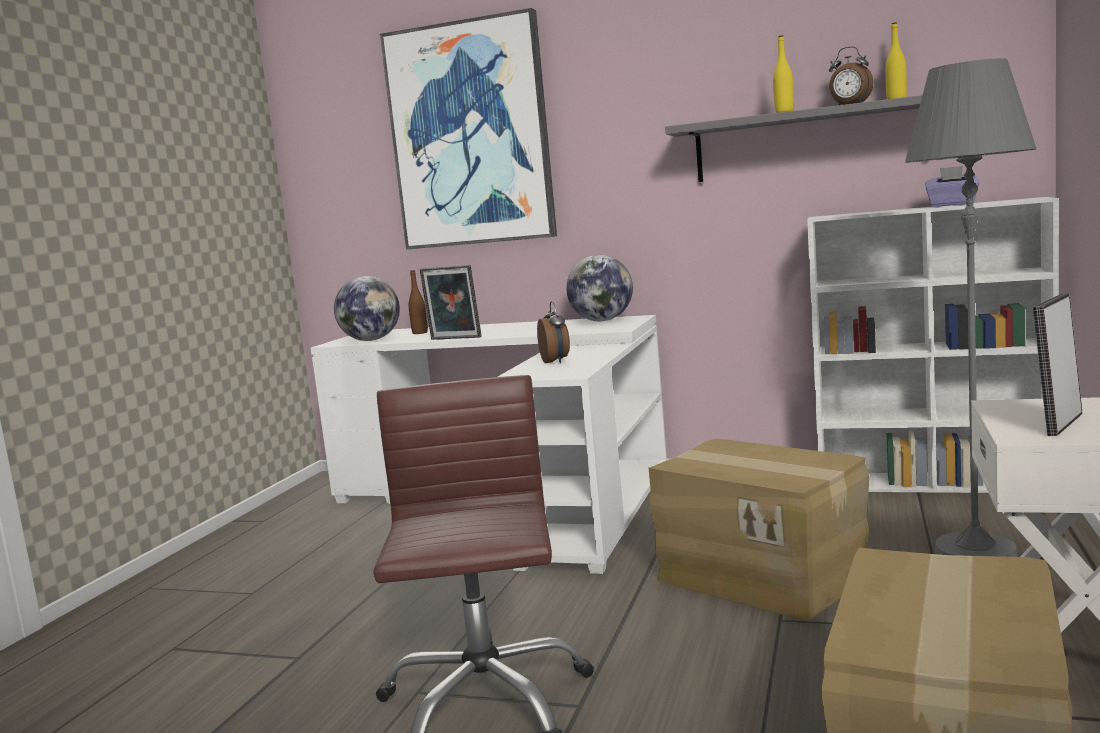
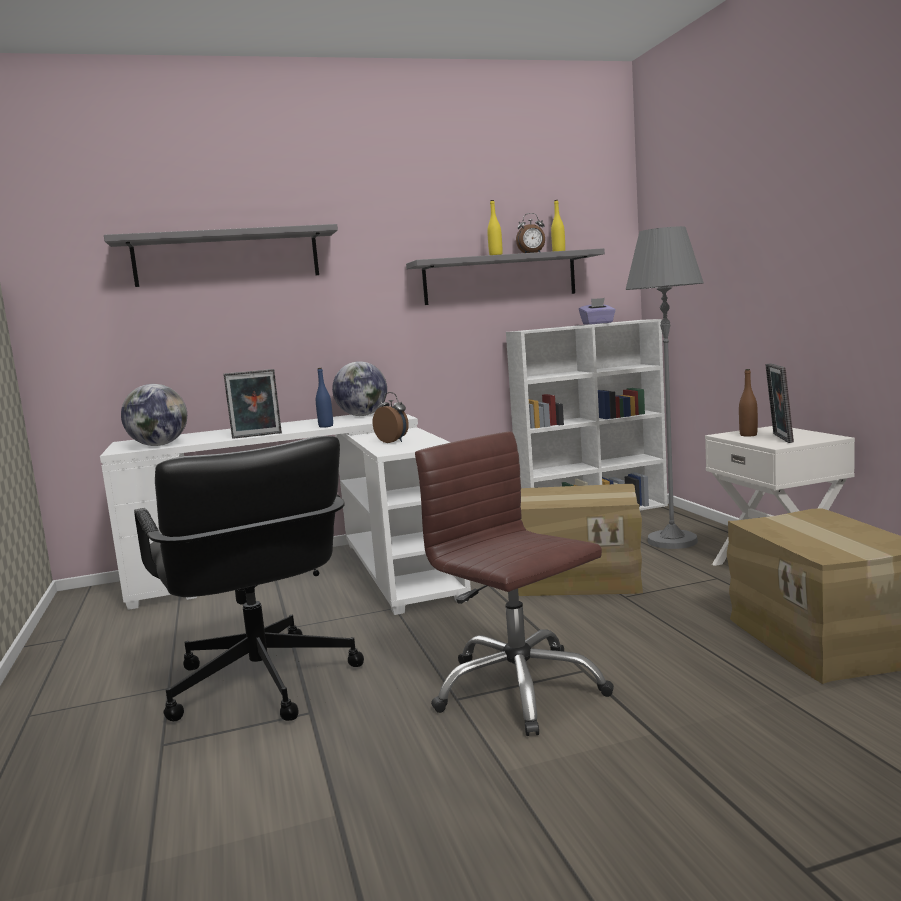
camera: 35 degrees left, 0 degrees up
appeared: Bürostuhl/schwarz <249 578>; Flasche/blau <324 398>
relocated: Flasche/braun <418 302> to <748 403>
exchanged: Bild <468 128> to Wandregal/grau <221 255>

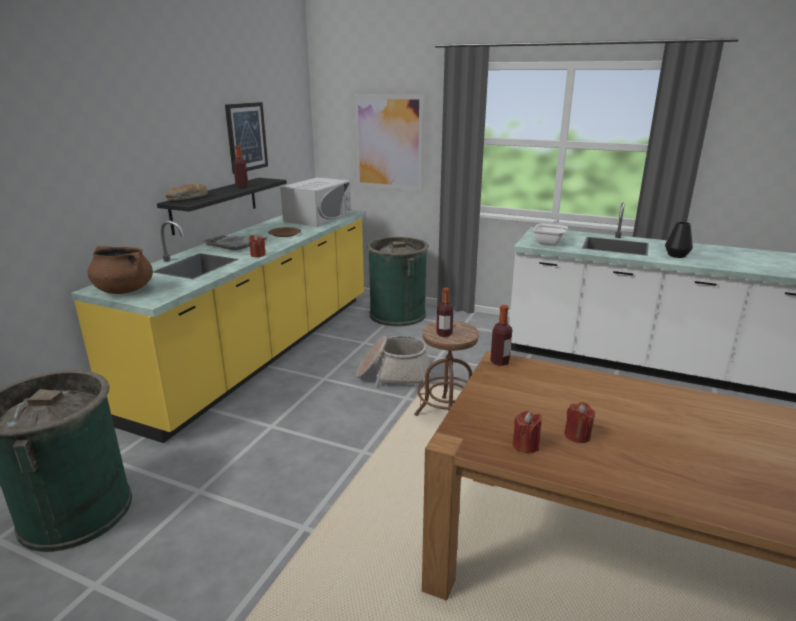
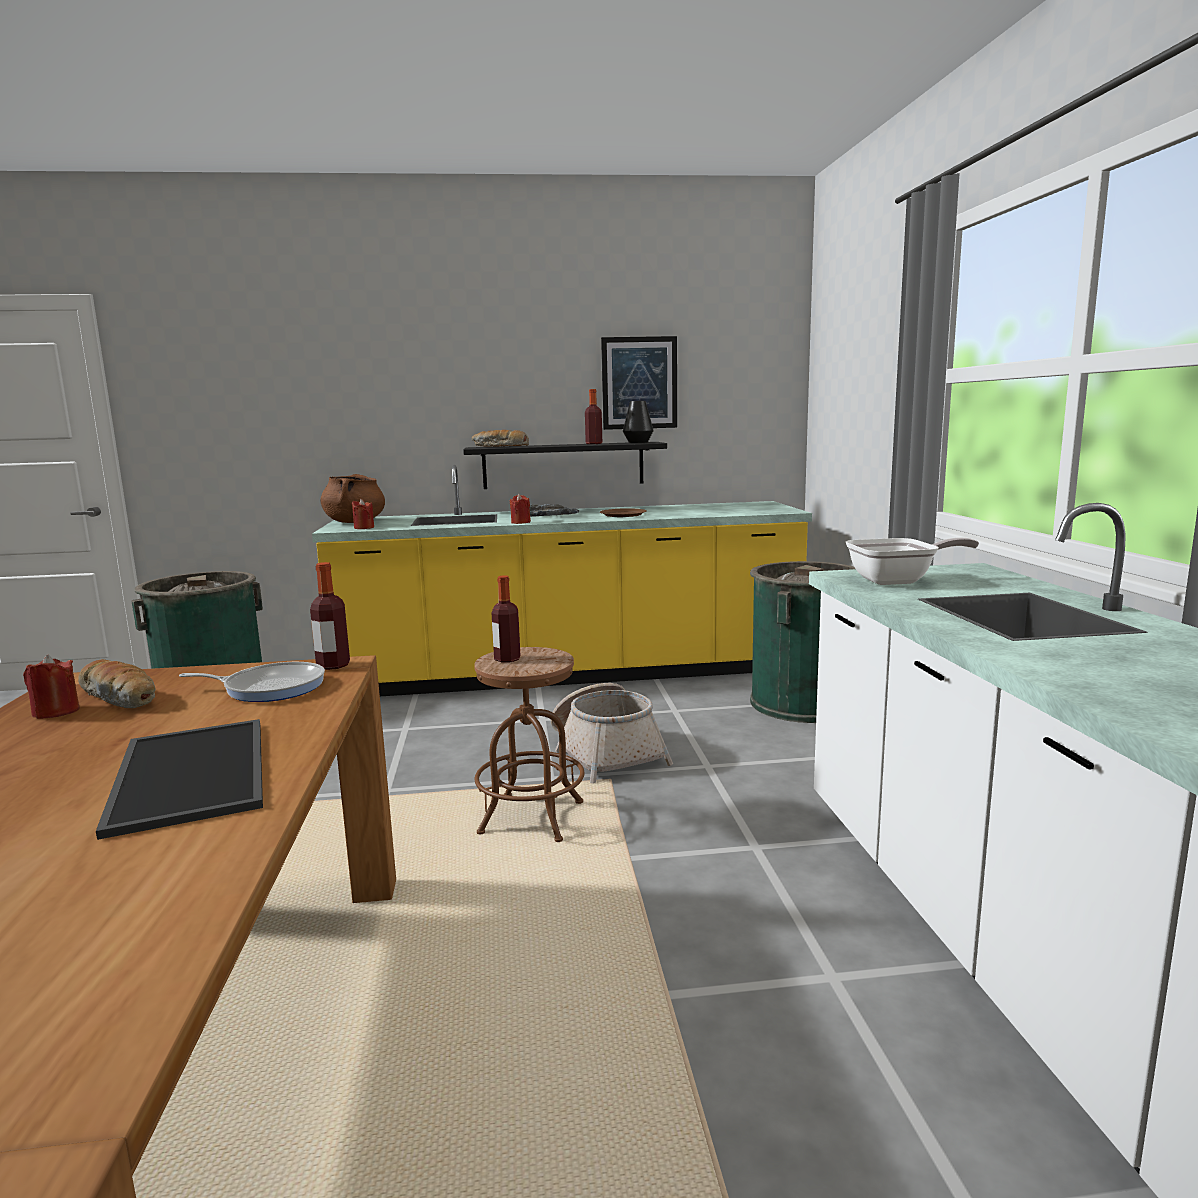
camera: 60 degrees right, 10 degrees down
missing: Mikrowelle/weiß <315 202>; Bild <389 142>
appeared: Brot <117 683>; Tablett <179 779>; Pfanne <252 682>
relocated: Kerze/rot <580 422> to <363 514>; Vase/schwarz <679 240> to <638 422>

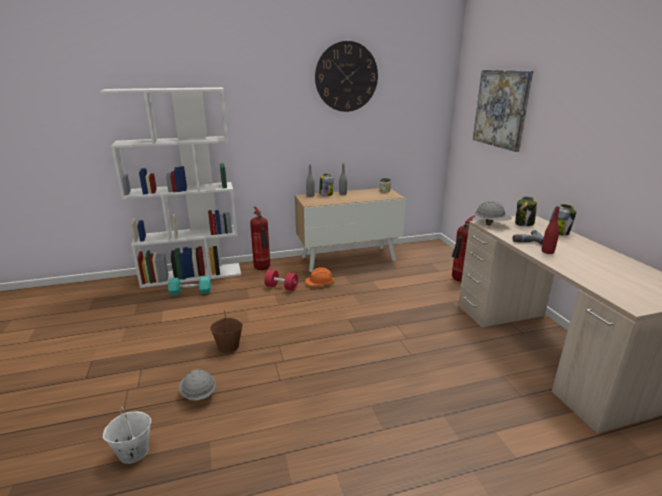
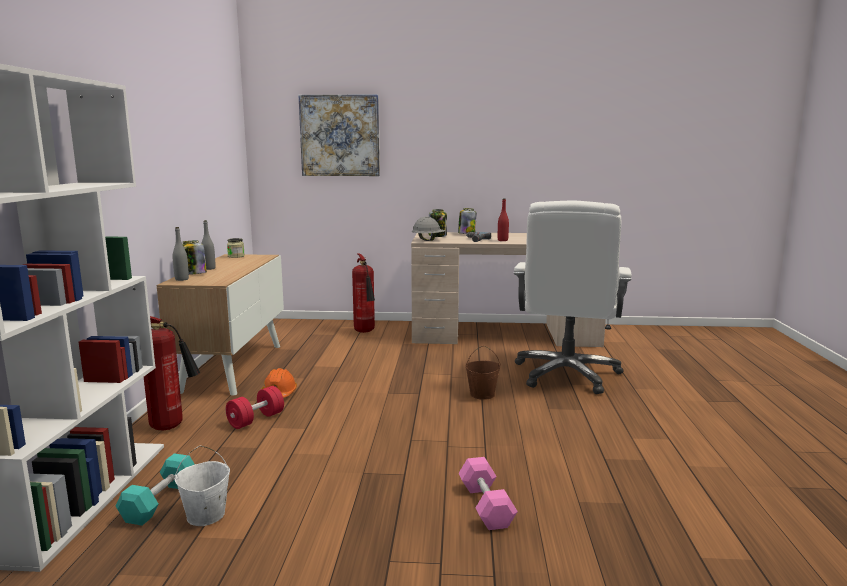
camera: 70 degrees left, 10 degrees down
missing: Wanduhr <346 76>
appeared: Bürostuhl/weiß <573 297>
relocated: Eimer/weiß <127 435> to <202 486>; Eimer/braun <226 331> to <483 373>
exchanged: Schutzhelm/grau <197 385> to Hantel/rosa <488 493>

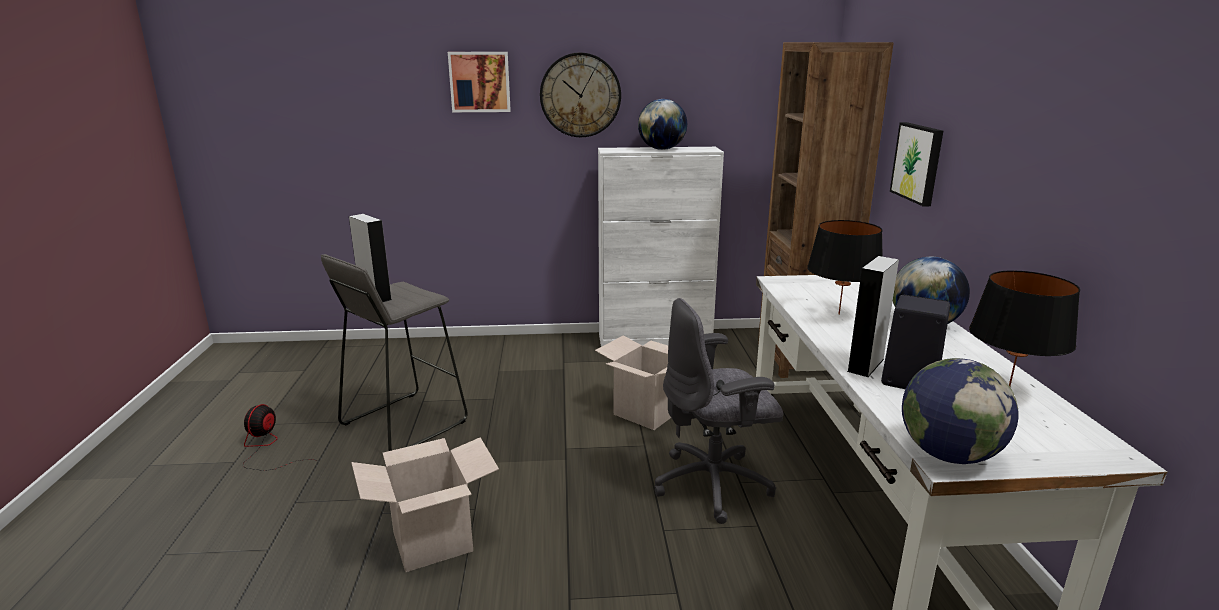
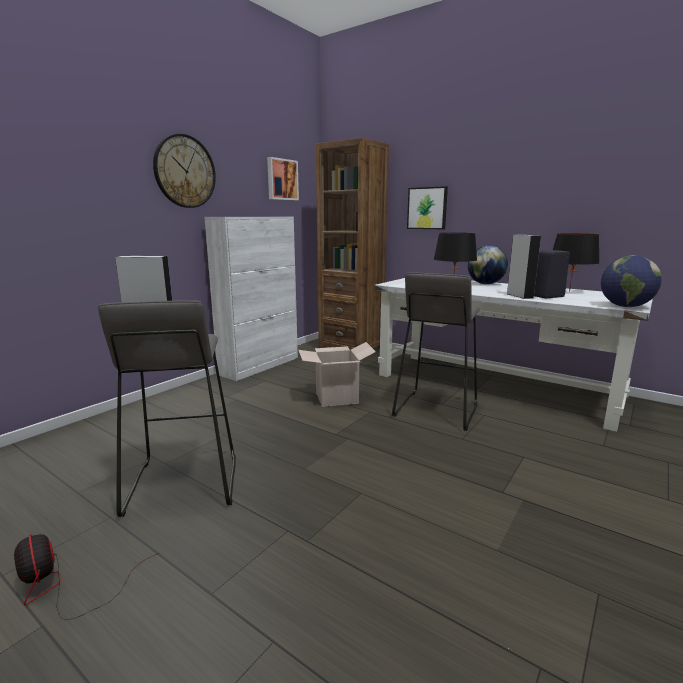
camera: 50 degrees left, 5 degrees down
missing: Karton <425 504>; Globus <662 124>
relocated: Bild <479 82> to <283 178>
exchanged: Bürostuhl/grau <718 411> to Hocker/grau <436 351>

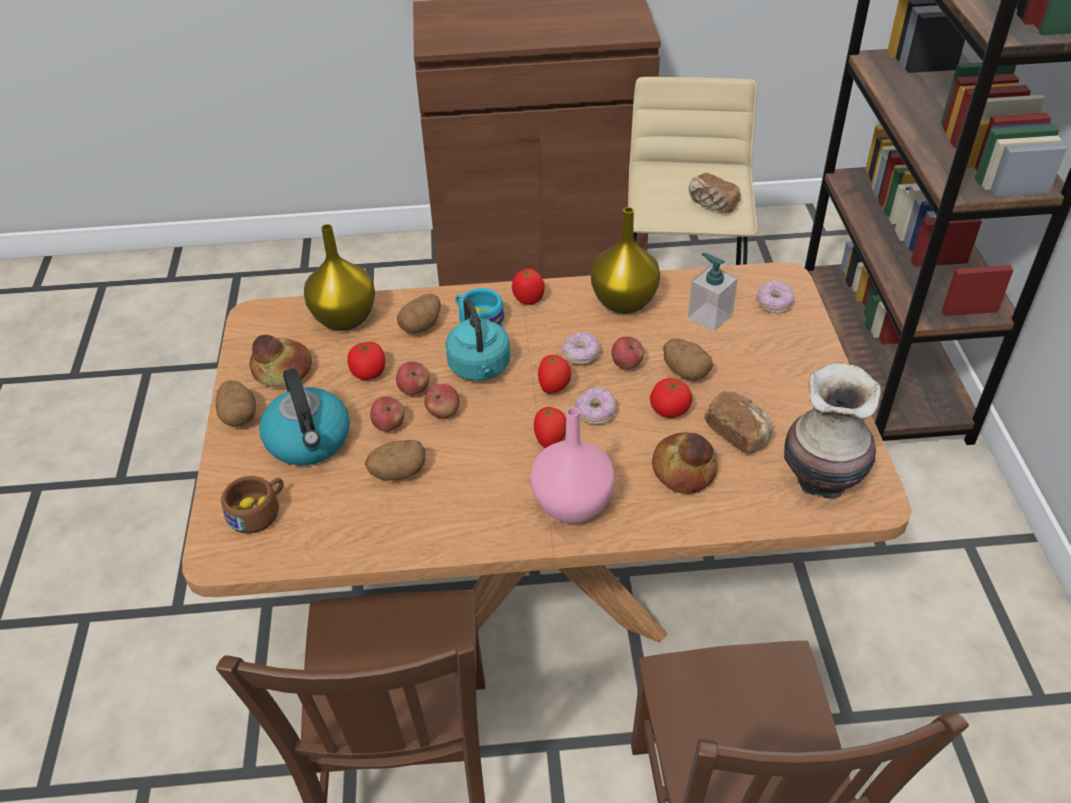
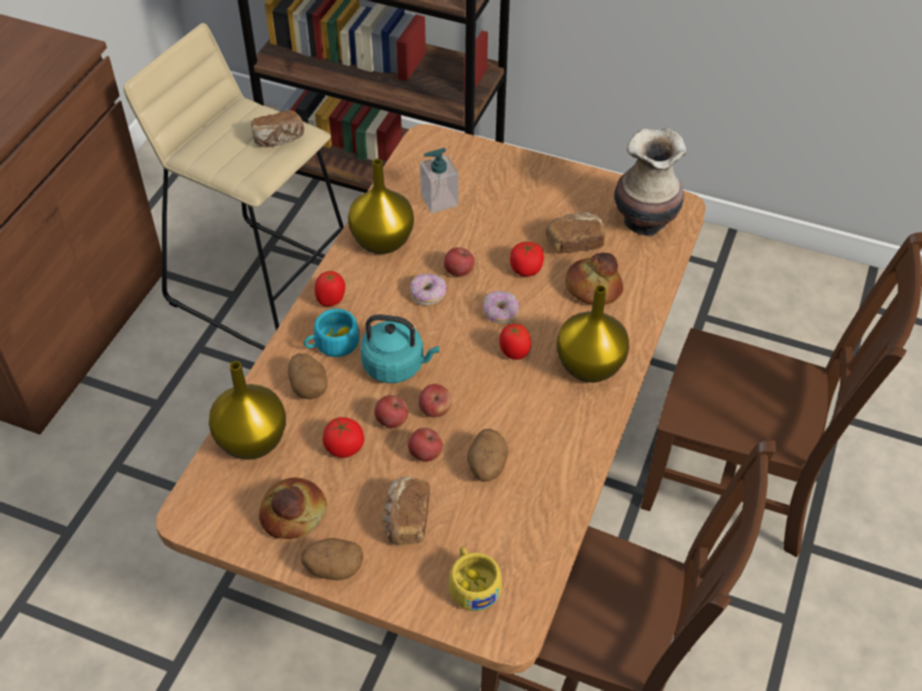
camera: 65 degrees left, 5 degrees up
missing: Tomate <554 374>; Kartoffel <688 360>; Donut <775 296>
exchanged: Wasserkessel <304 416> to Brot <406 511>
colour: Tasse/braun <252 505> to Tasse/gelb <475 579>; Vase/rosa <572 465> to Vase/gelb <593 334>

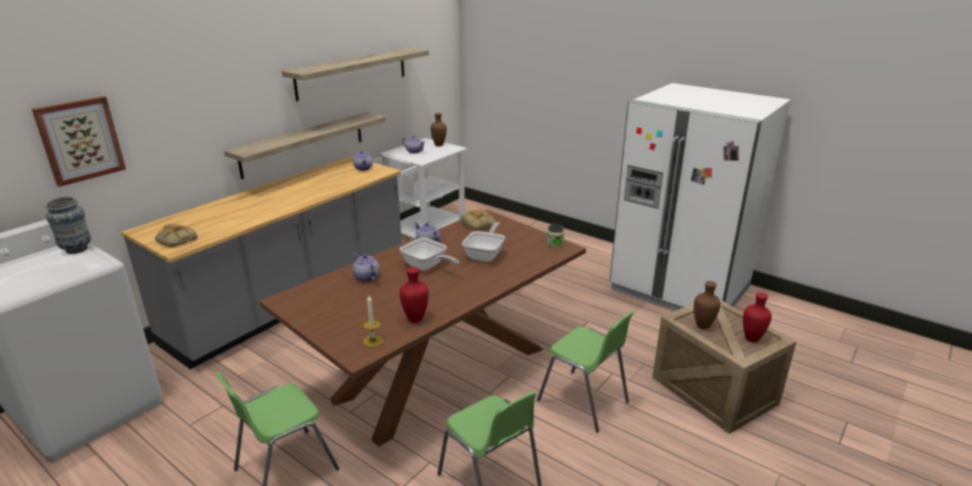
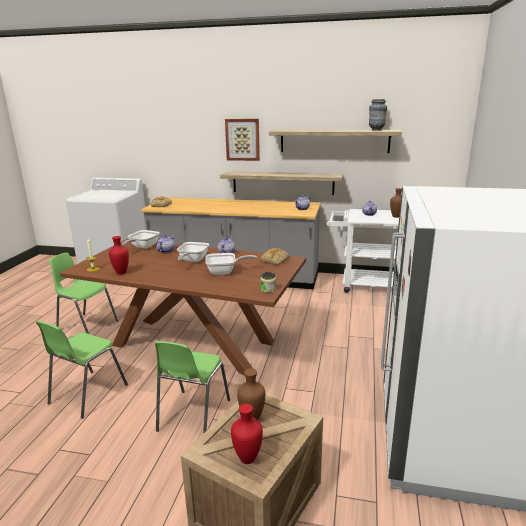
camera: 65 degrees right, 5 degrees down
appeared: Pfanne <141 239>
relocated: Bild <79 141> to <242 140>; Vase <68 225> to <378 115>

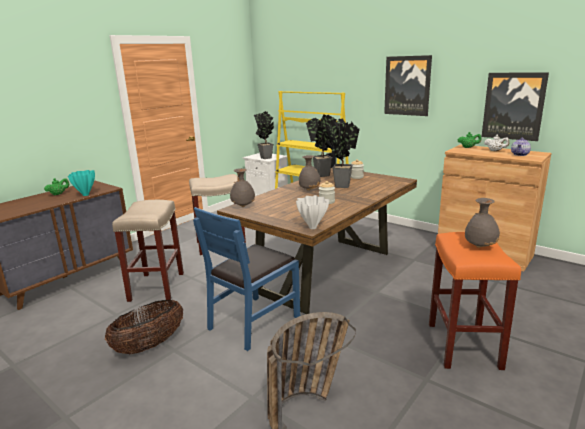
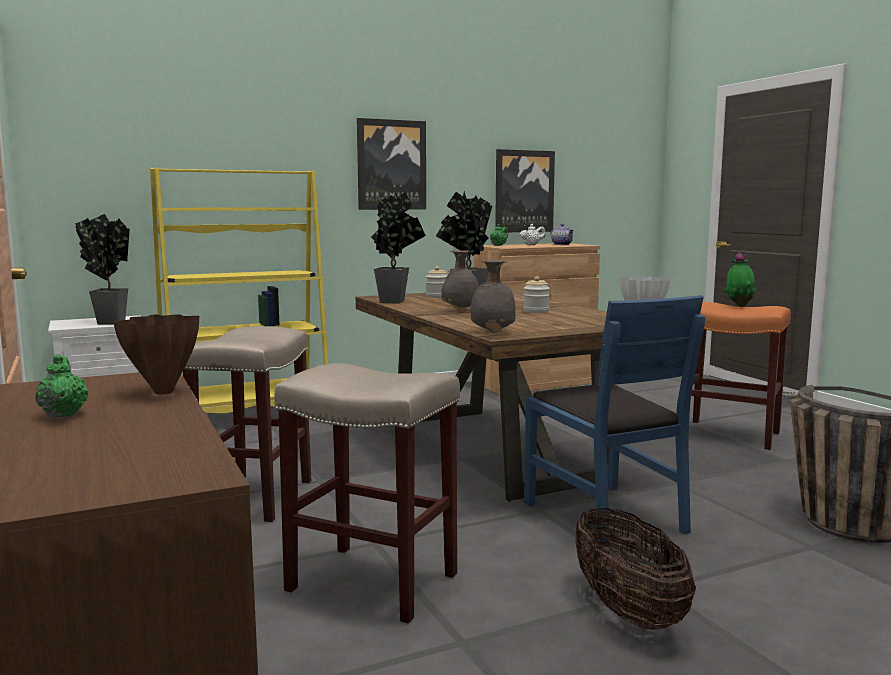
camera: 65 degrees left, 10 degrees down
exchanged: Vase/grau <482 223> to Topfpflanze <740 279>
colour: Vase/türkis <81 183> to Vase/braun <156 354>

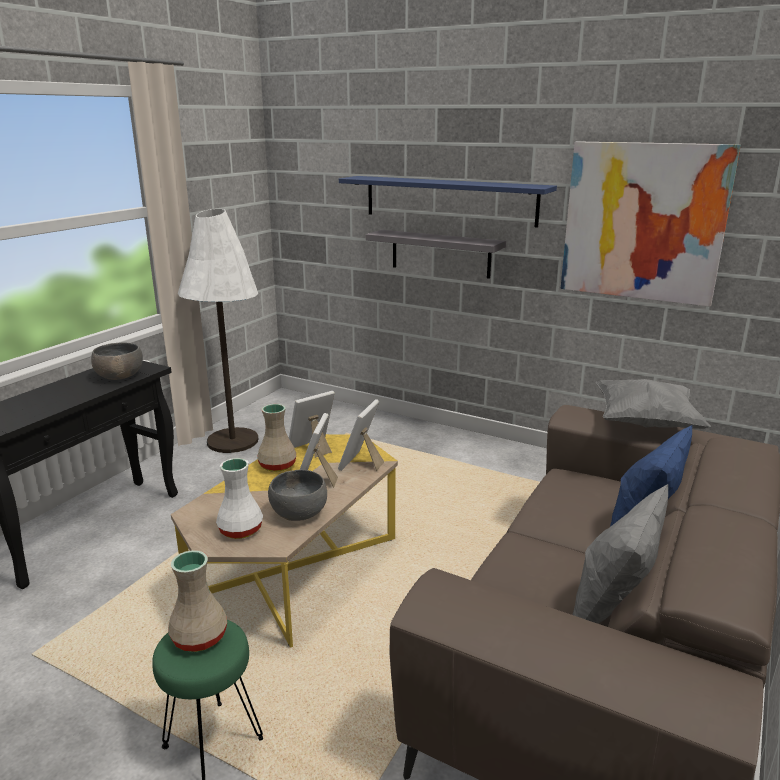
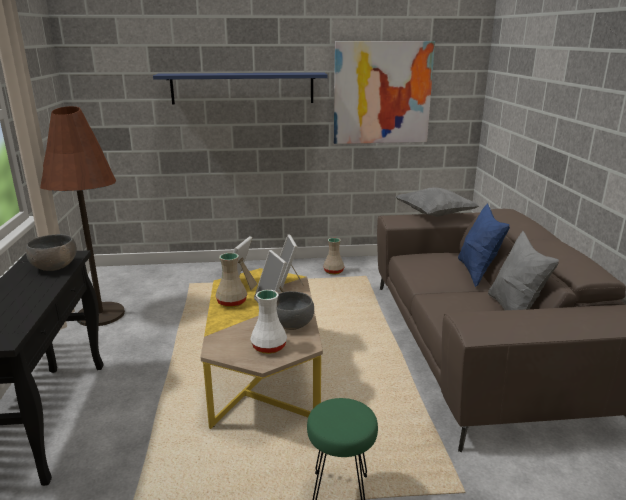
camera: 35 degrees left, 0 degrees up
missing: Wandregal/grau <436 254>
relocated: Vase/beige <197 601> to <333 256>
colour: Stehlampe/weiß <218 331> to Stehlampe/braun <82 216>

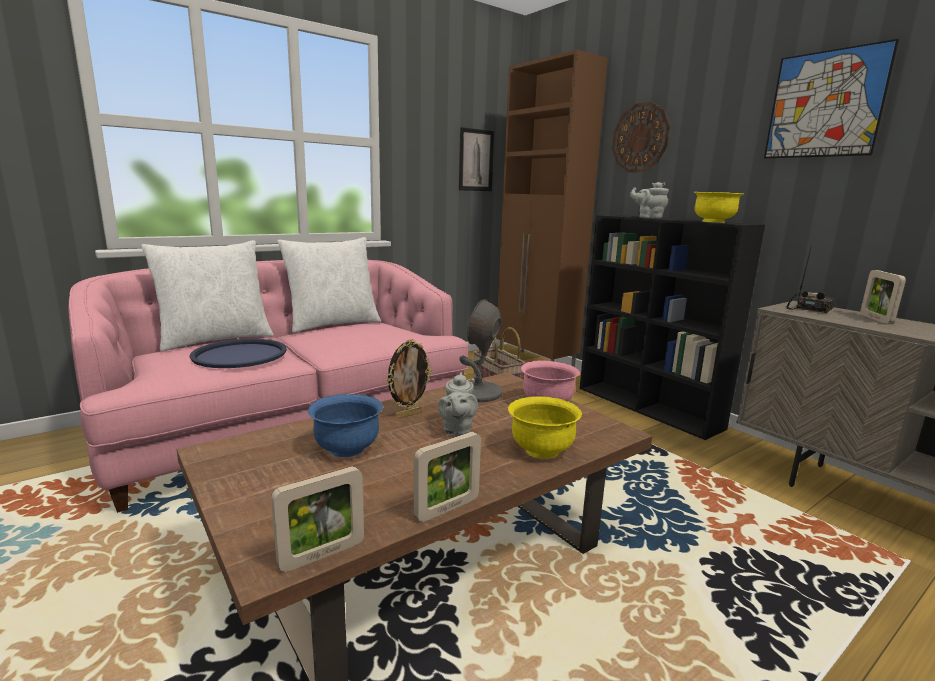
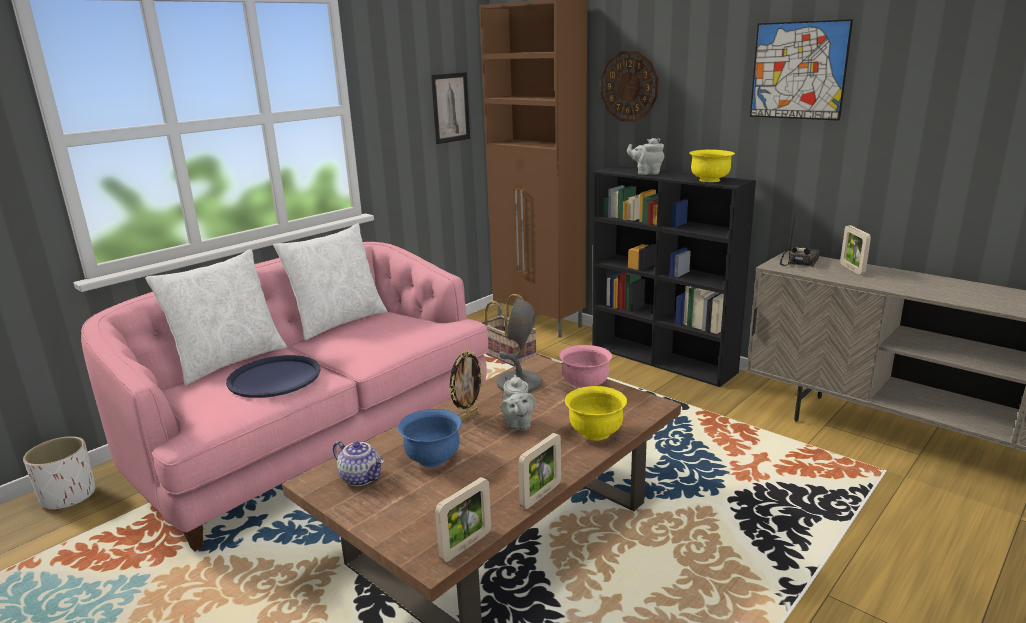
camera: 10 degrees left, 5 degrees up
appeared: Pflanzkübel/weiß <59 473>; Teekanne <358 463>

